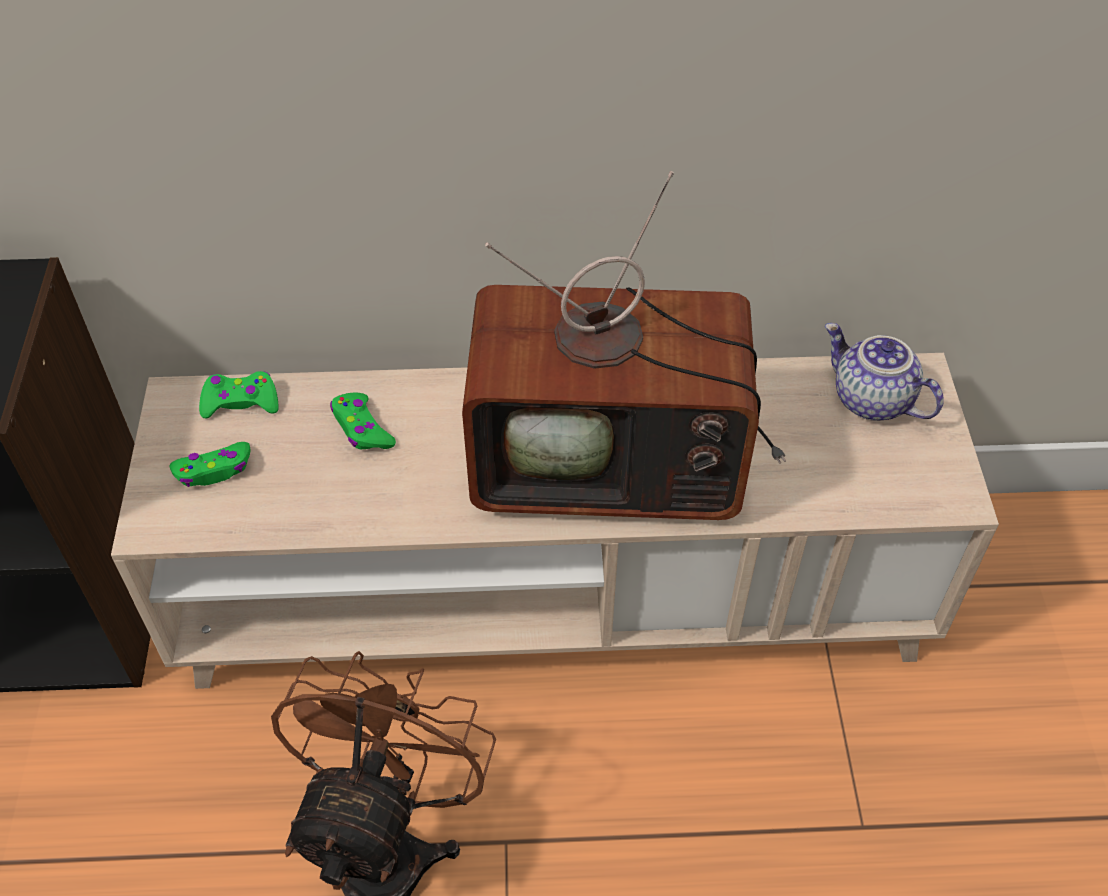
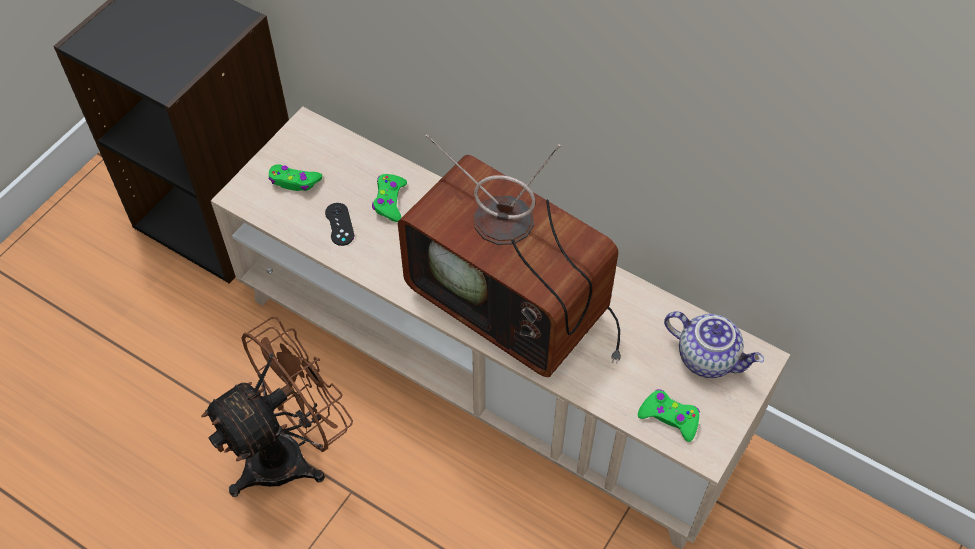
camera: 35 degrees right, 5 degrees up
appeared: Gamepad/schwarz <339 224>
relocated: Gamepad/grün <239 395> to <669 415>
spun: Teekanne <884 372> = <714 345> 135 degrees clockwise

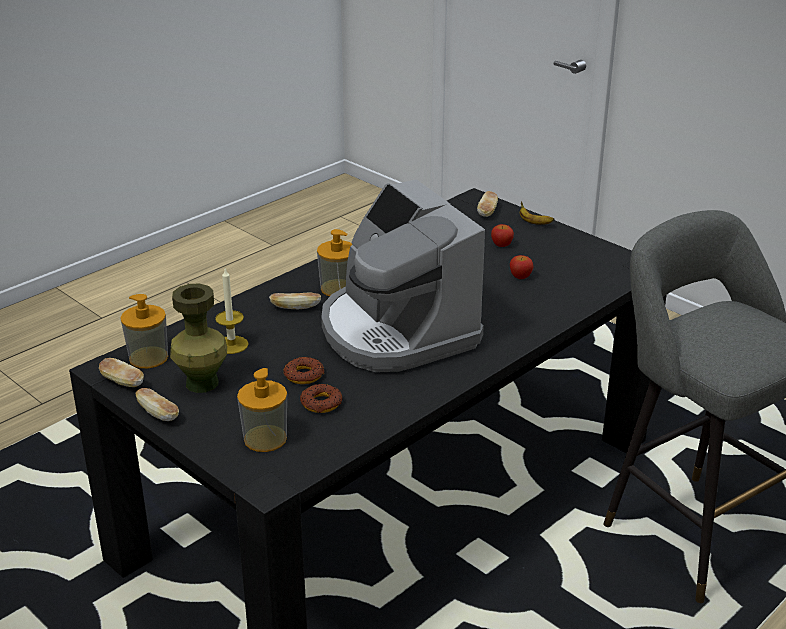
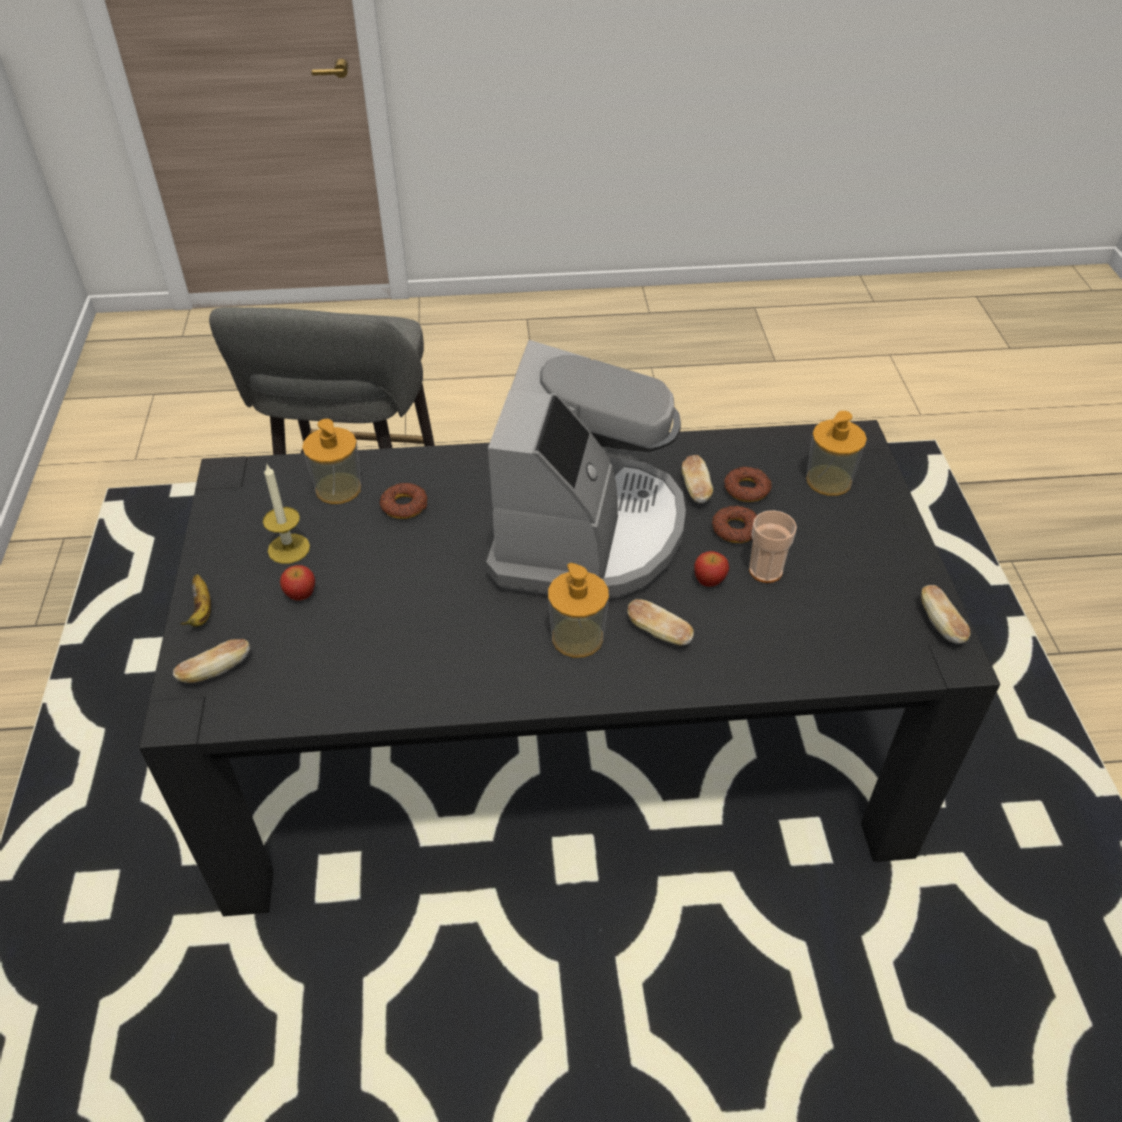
camera: 140 degrees left, 15 degrees up
missing: Vase/grün <198 338>
appeared: Donut <403 501>; Tasse <773 546>
relocated: Seifenspender <144 331> to <331 461>; Brot <157 404> to <697 479>; Kerze <231 311> to <286 514>; Apfel <521 267> to <711 569>

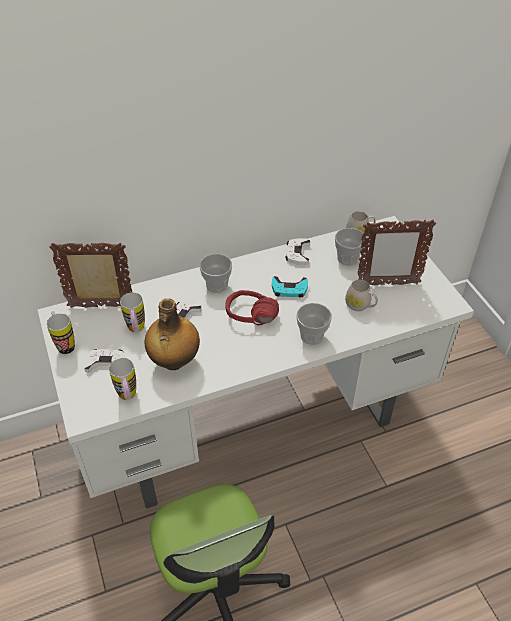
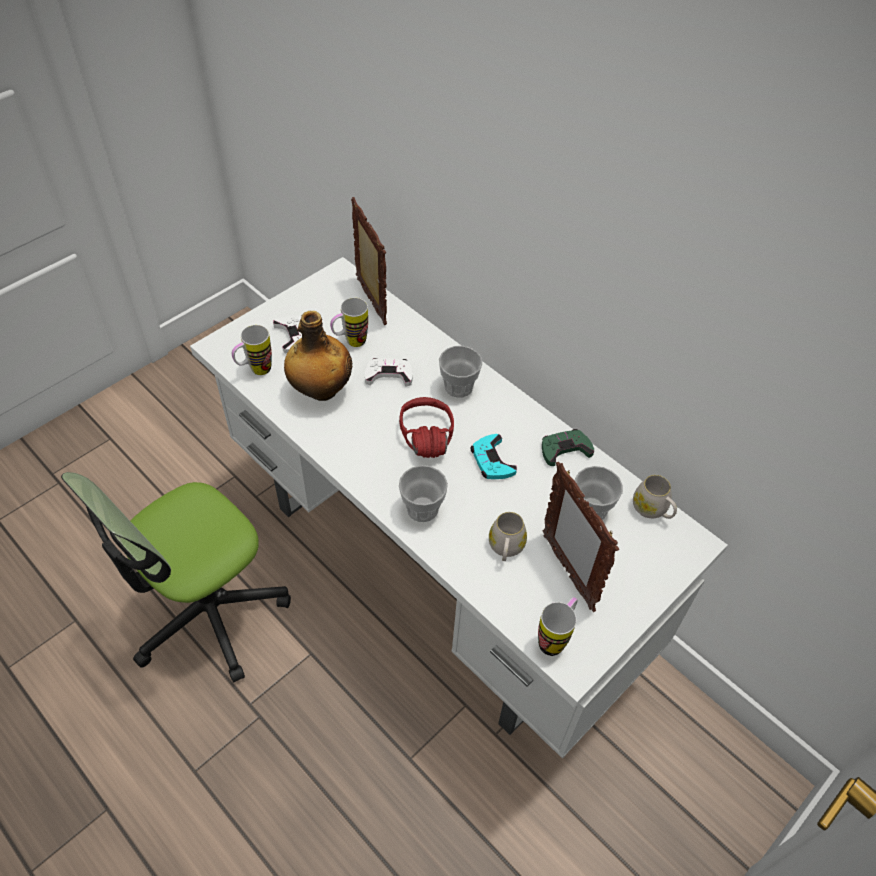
camera: 65 degrees right, 5 degrees up
relocated: Henkelbecher <60 332> to <558 626>
colour: Gamepad/weiß <297 251> to Gamepad/grün <568 447>

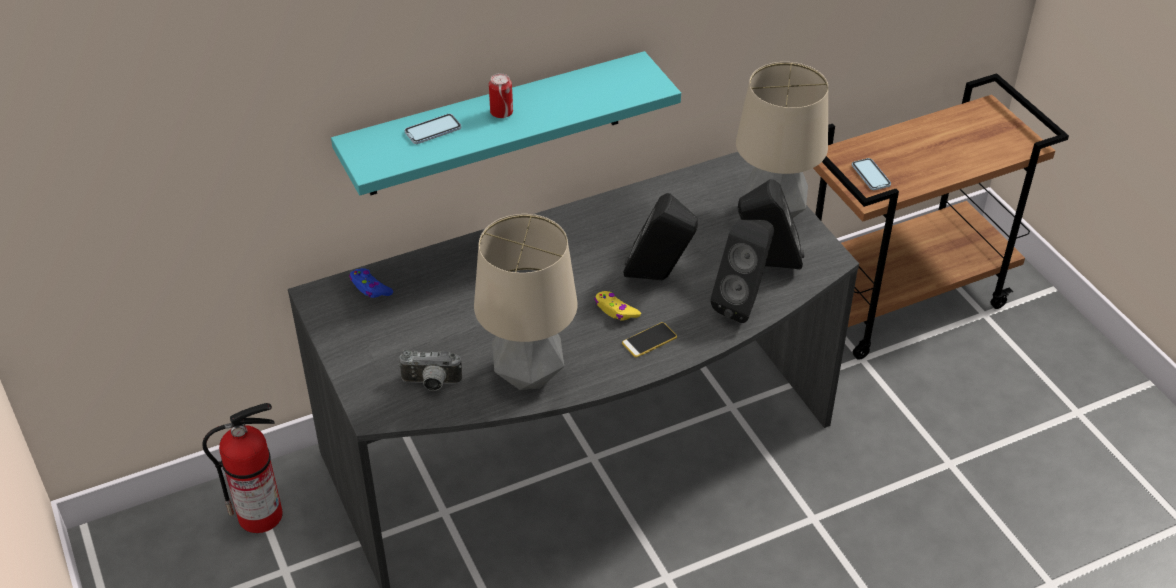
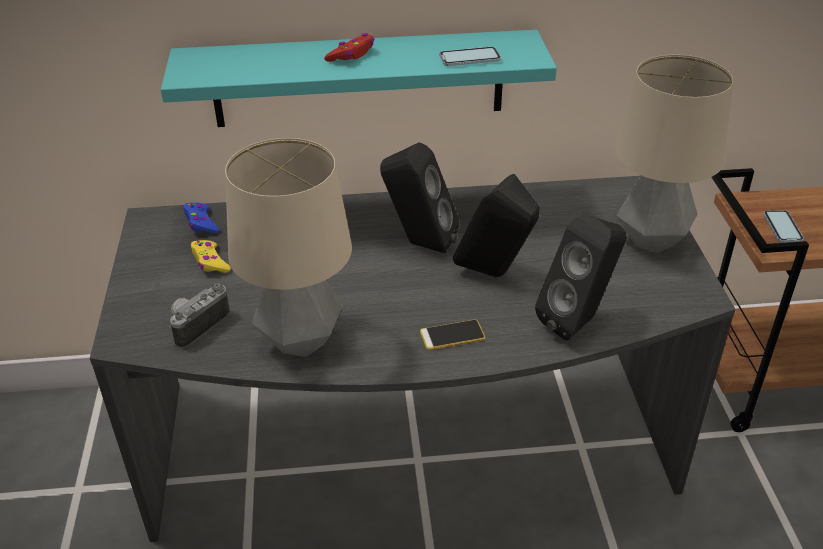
camera: 20 degrees right, 5 degrees down
missing: Feuerlöscher <242 468>
relocated: Handy <433 129> to <470 56>; Gamepad/gelb <617 306> to <210 256>; Lautsprecher/schwarz <771 224> to <419 197>
exchanged: Dose <501 95> to Gamepad/rot <349 47>
spun: Kamera <430 370> = <199 315> 105 degrees clockwise

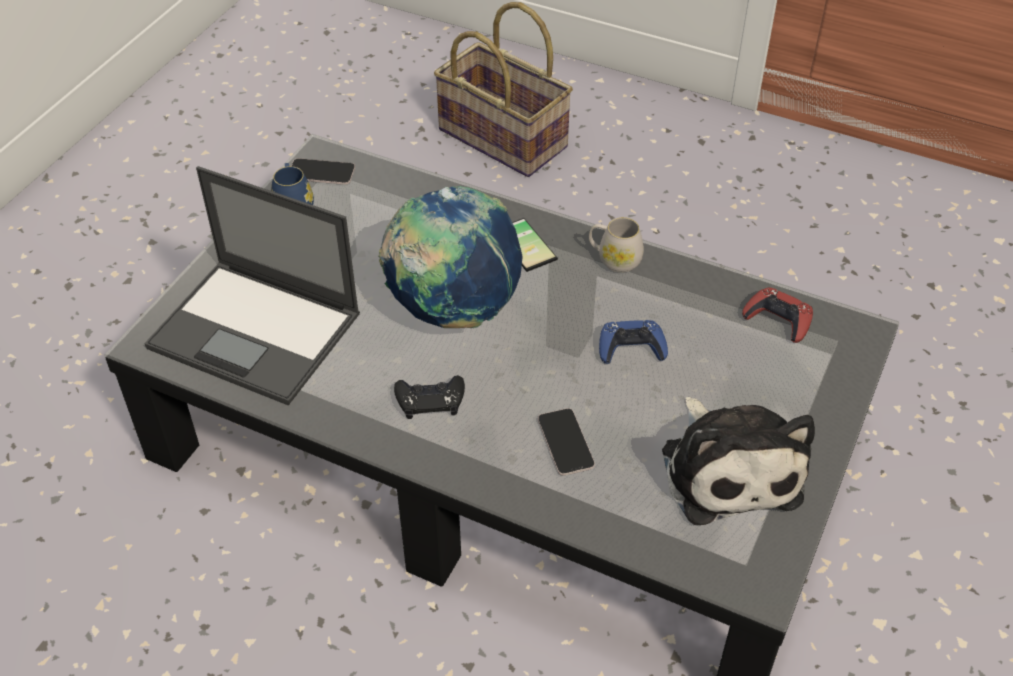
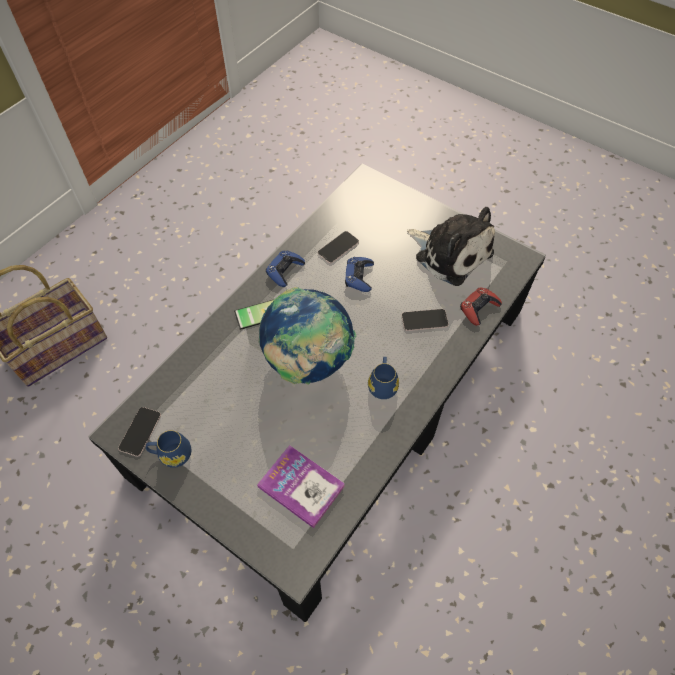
camera: 80 degrees left, 10 degrees up
appeared: Handy <338 247>
relocated: Gamepad/rot <777 315> to <481 306>
exchanged: Laptop <252 286> to Buch <301 486>; Gamepad/schwarz <429 397> to Henkelbecher/blau <383 378>; Henkelbecher/weiß <616 245> to Gamepad/blau <285 269>
spun: Plüschtier <738 461> = <451 246> 45 degrees clockwise

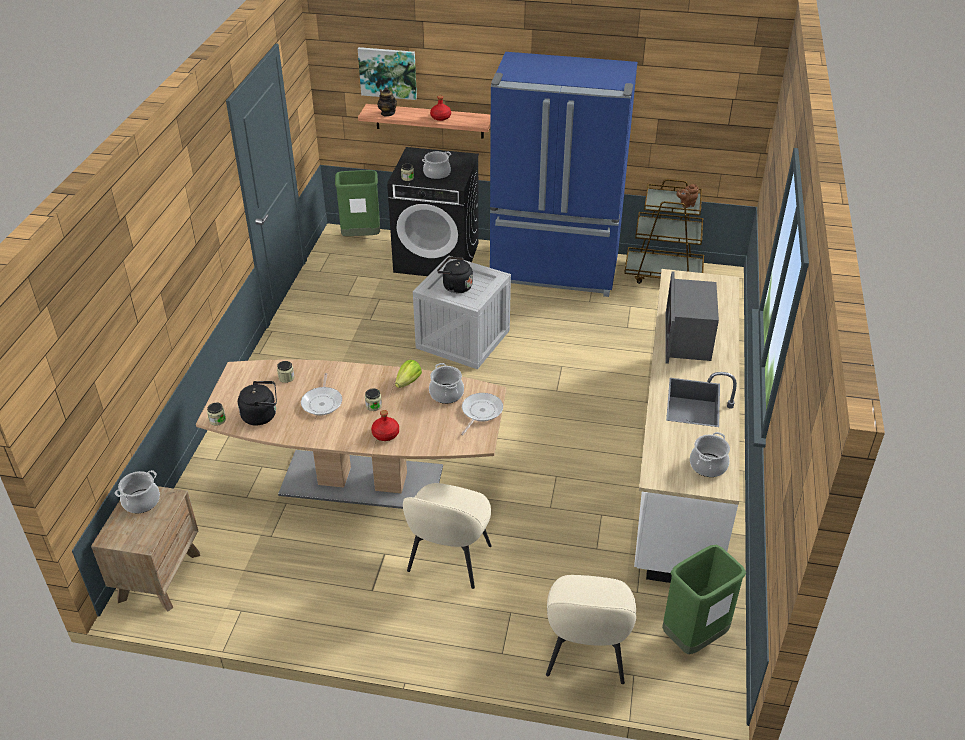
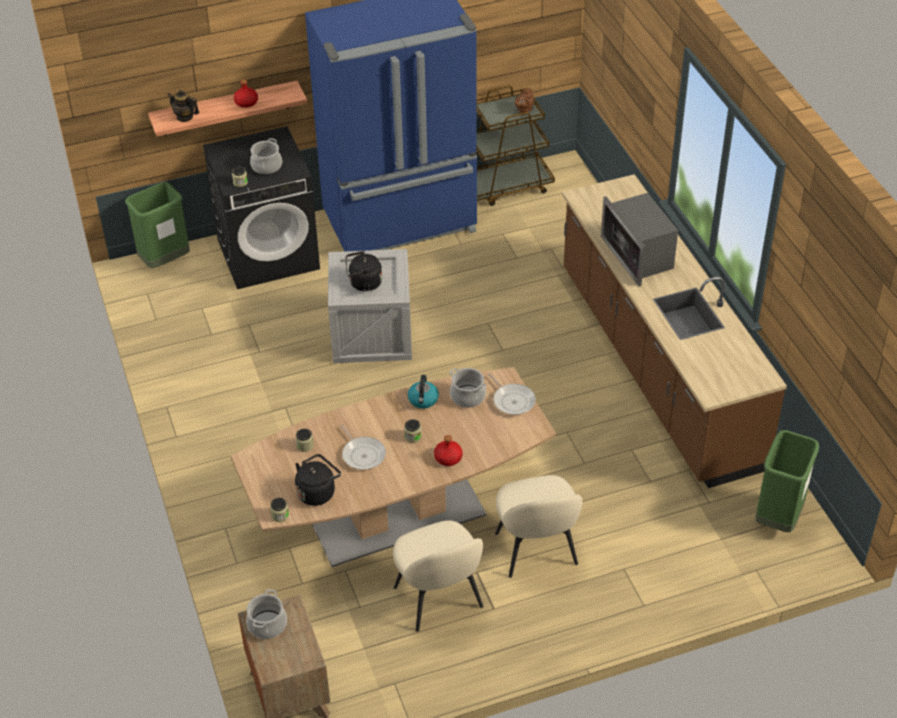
camera: 30 degrees left, 5 degrees up
missing: Bild <387 73>; Kochtopf <710 454>
relocated: Stuhl/beige <591 629> to <438 576>
exchanged: Salatkopf <408 374> to Wasserkessel <423 392>
colour: Küchenzeile/weiß <686 426> to Küchenzeile/braun <674 331>
spun: Pfanne <482 414> = <512 394> 150 degrees clockwise

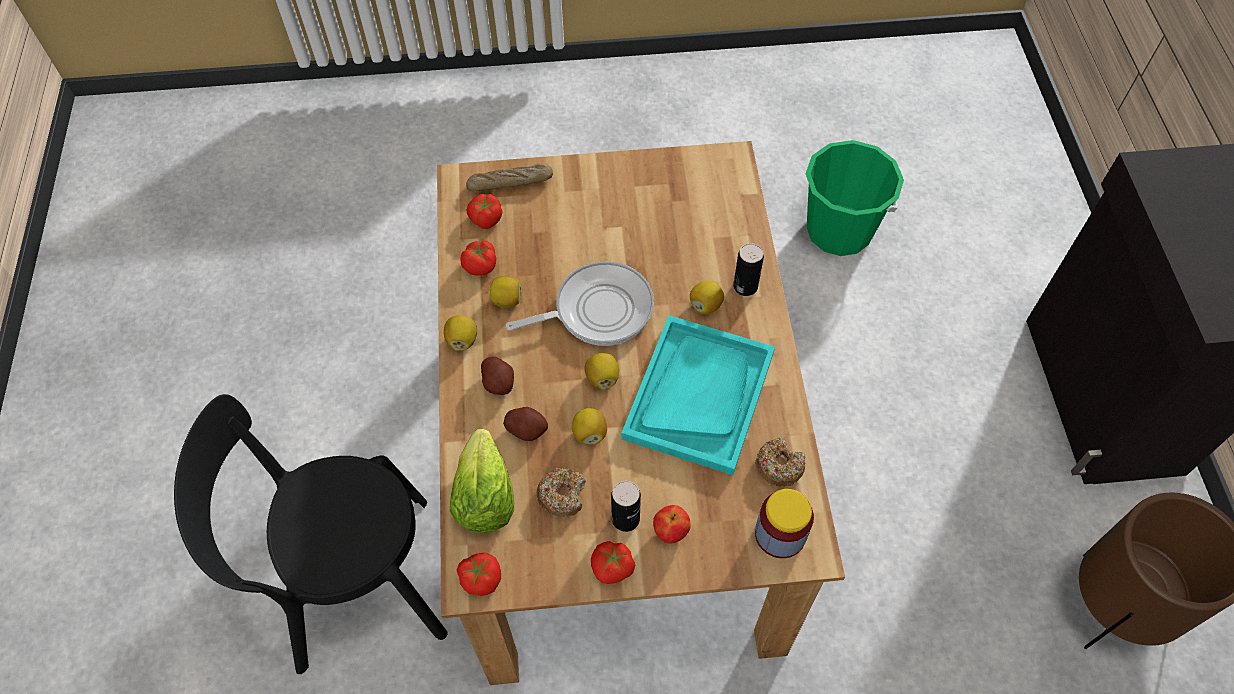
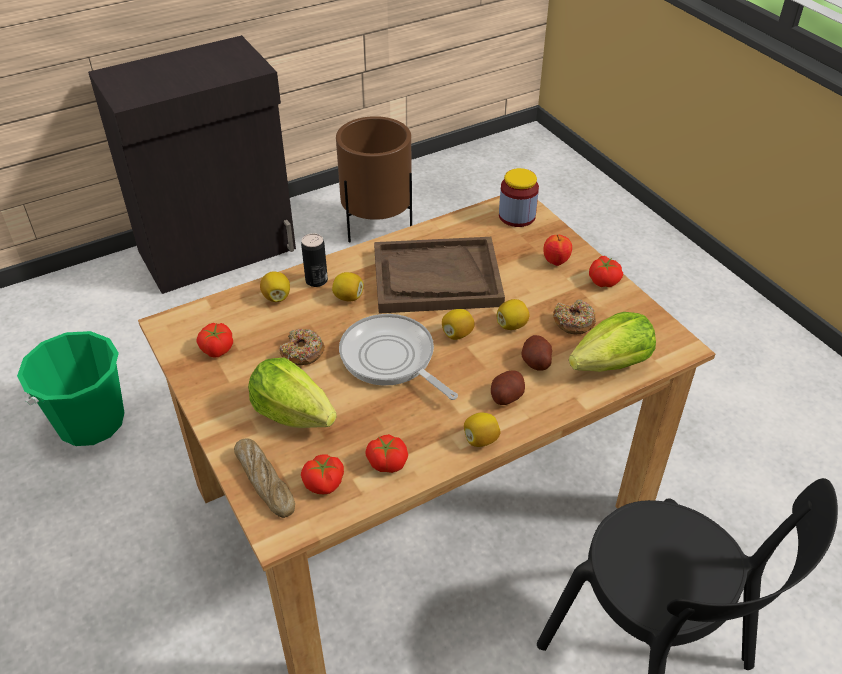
camera: 115 degrees left, 15 degrees down
missing: Dose <626 506>
appeared: Salatkopf <292 393>
relocated: Tomate <479 574> to <215 340>; Zitrone <506 292> to <275 286>; Donut <780 462> to <302 347>
colour: Tablett/türkis <698 395> to Tablett/braun <439 275>

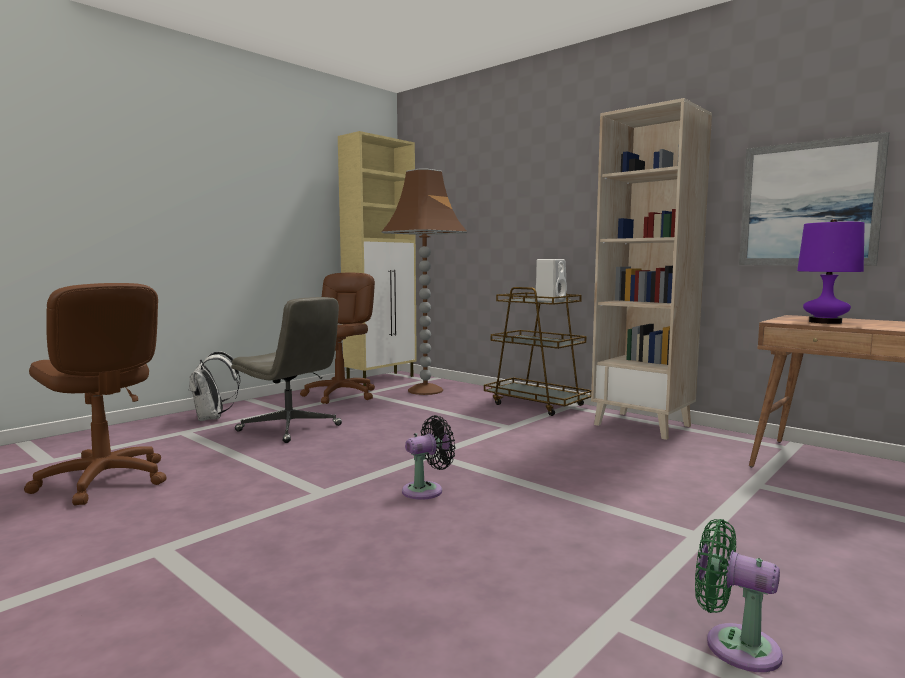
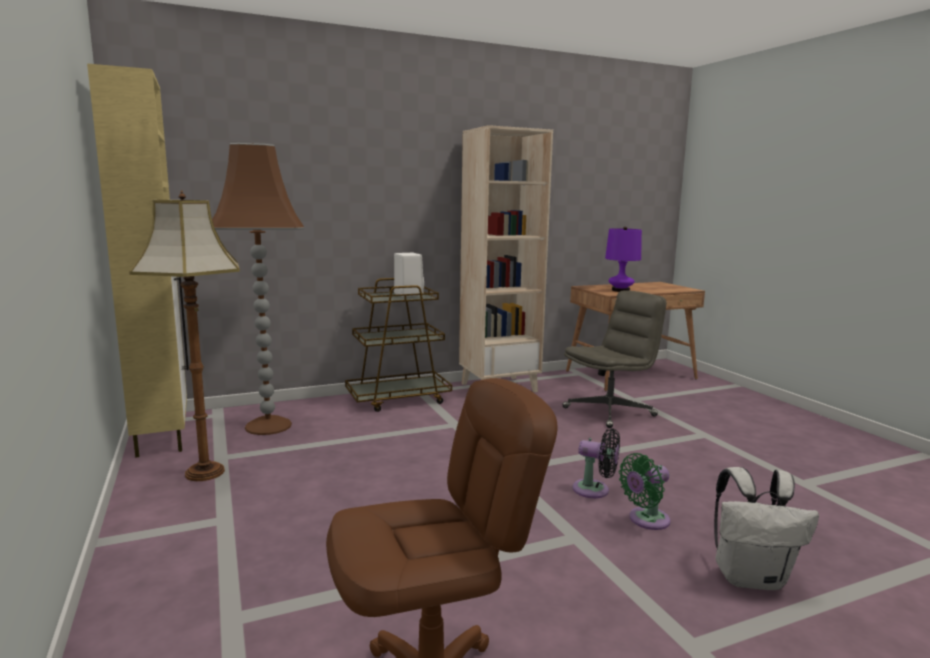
camera: 65 degrees left, 5 degrees up
missing: Bild <814 199>
relocated: Rucksack/weiß <215 386> to <766 528>; Bürostuhl/grau <286 370> to <614 359>; Ventilator/grün <739 595> to <645 491>
exchanged: Bürostuhl/braun <337 338> to Stehlampe <184 335>
spun: Ventilator/schwarz <429 457> = <596 463> 120 degrees clockwise

